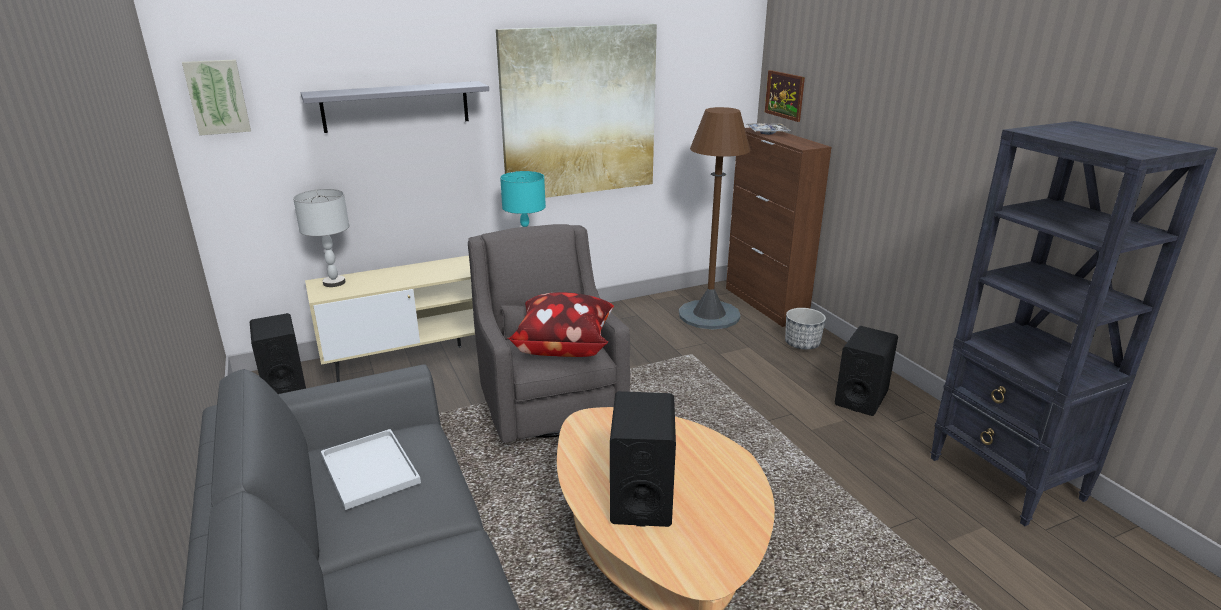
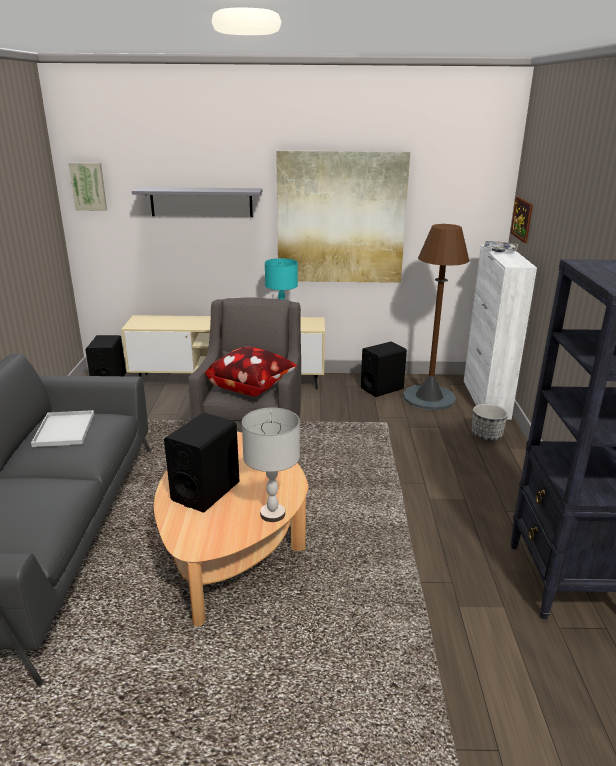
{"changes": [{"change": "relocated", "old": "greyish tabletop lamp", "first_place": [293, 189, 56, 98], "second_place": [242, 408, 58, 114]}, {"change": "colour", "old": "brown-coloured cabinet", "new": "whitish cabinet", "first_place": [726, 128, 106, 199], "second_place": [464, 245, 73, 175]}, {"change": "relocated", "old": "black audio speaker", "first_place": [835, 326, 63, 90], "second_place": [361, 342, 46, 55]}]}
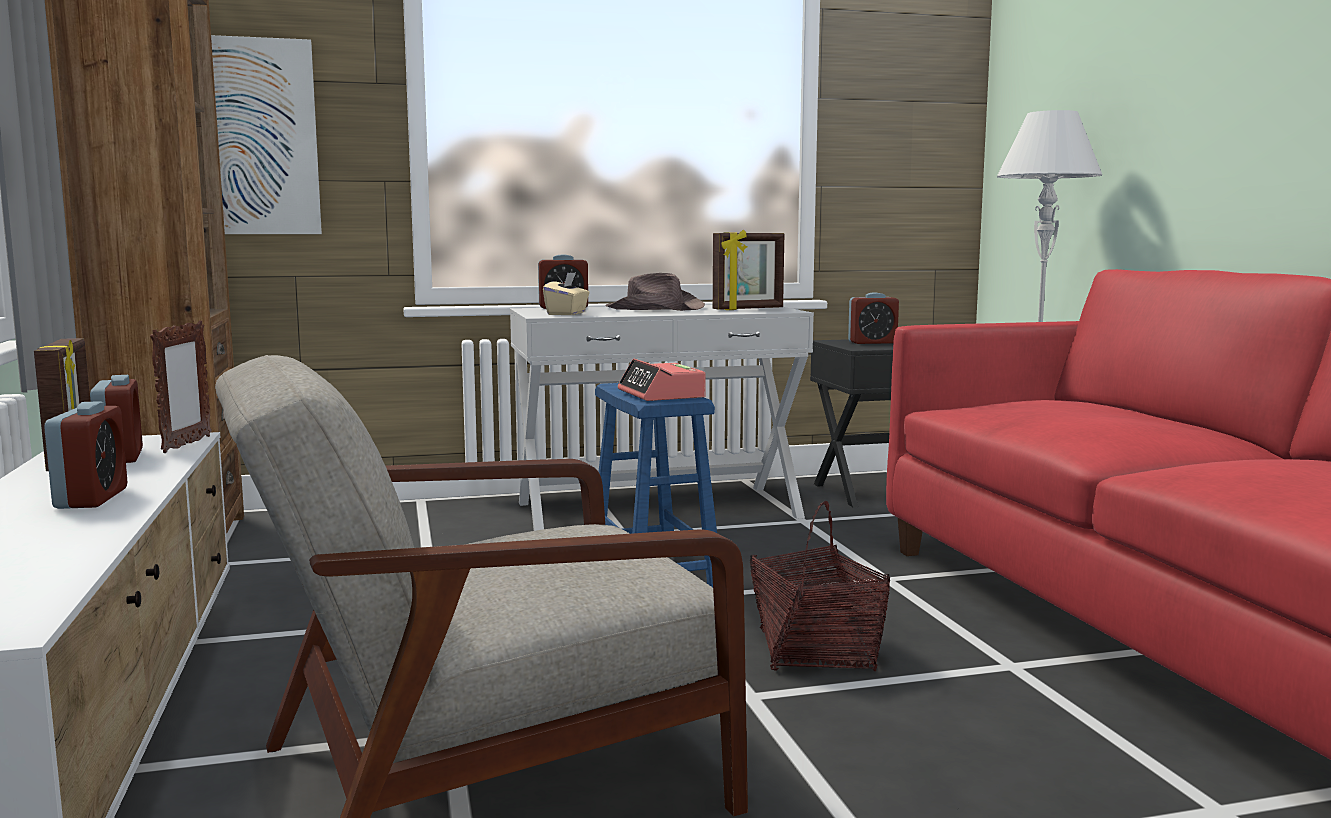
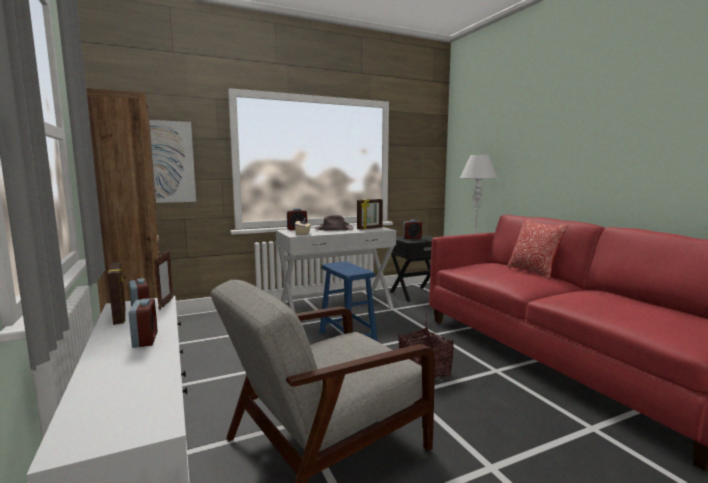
{"changes": [{"change": "missing", "old": "table clock", "first_place": [618, 359, 88, 42]}, {"change": "appeared", "new": "cushion", "second_place": [507, 219, 61, 61]}]}
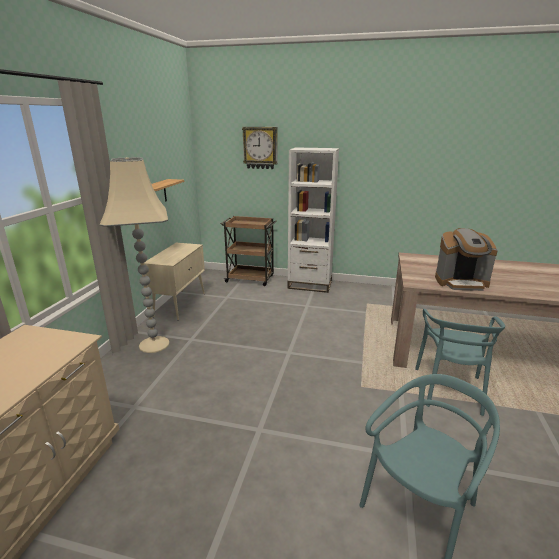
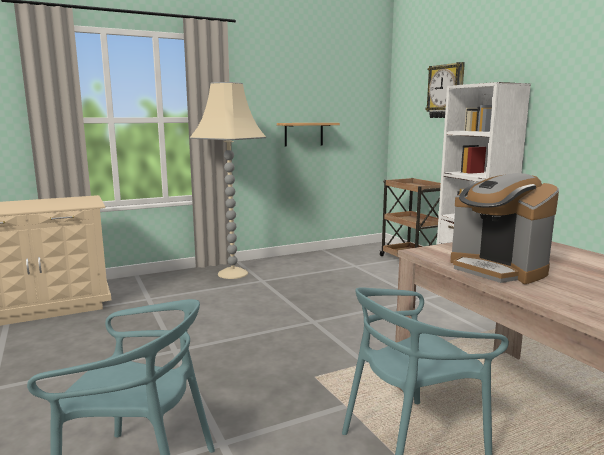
{"changes": [{"change": "missing", "old": "beige-coloured cabinet", "first_place": [144, 243, 61, 77]}]}
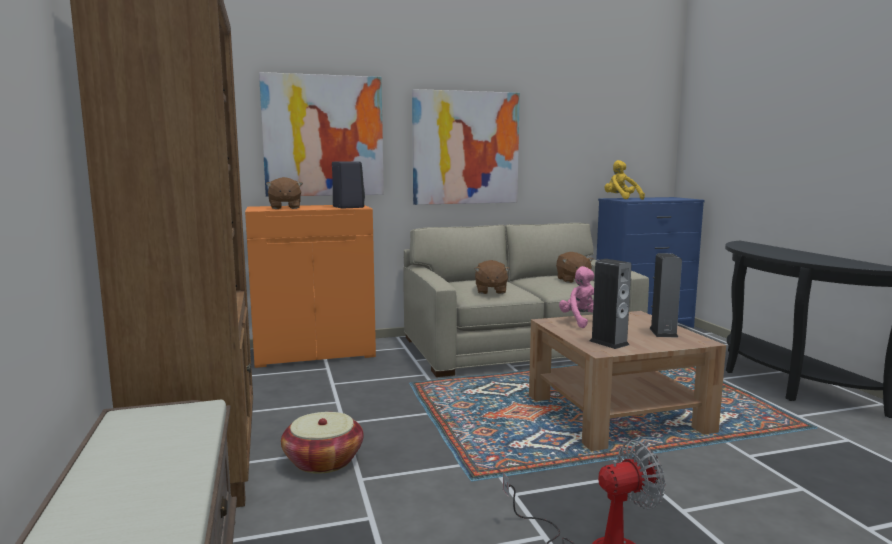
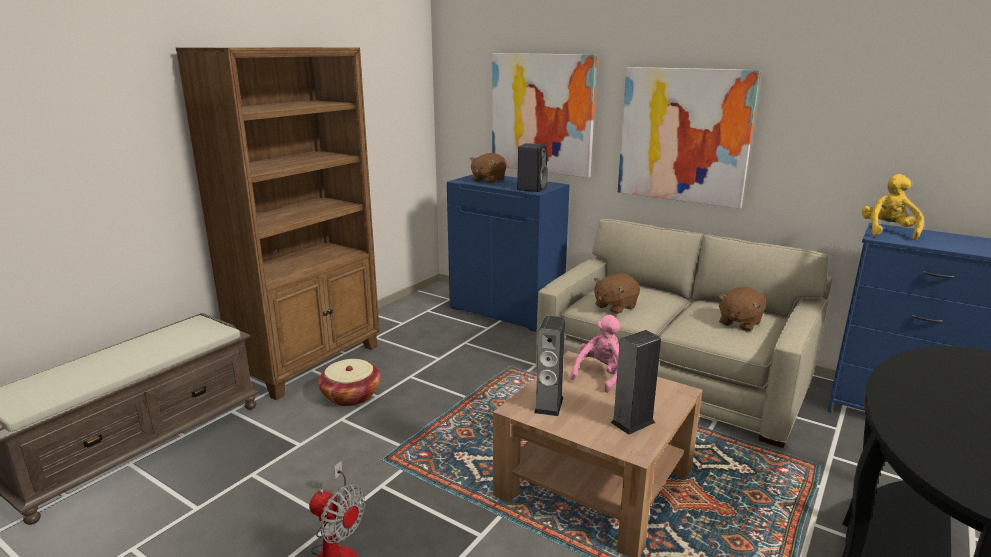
{"changes": [{"change": "colour", "old": "orange-coloured cabinet", "new": "blue cabinet", "first_place": [245, 205, 131, 163], "second_place": [447, 174, 123, 158]}]}
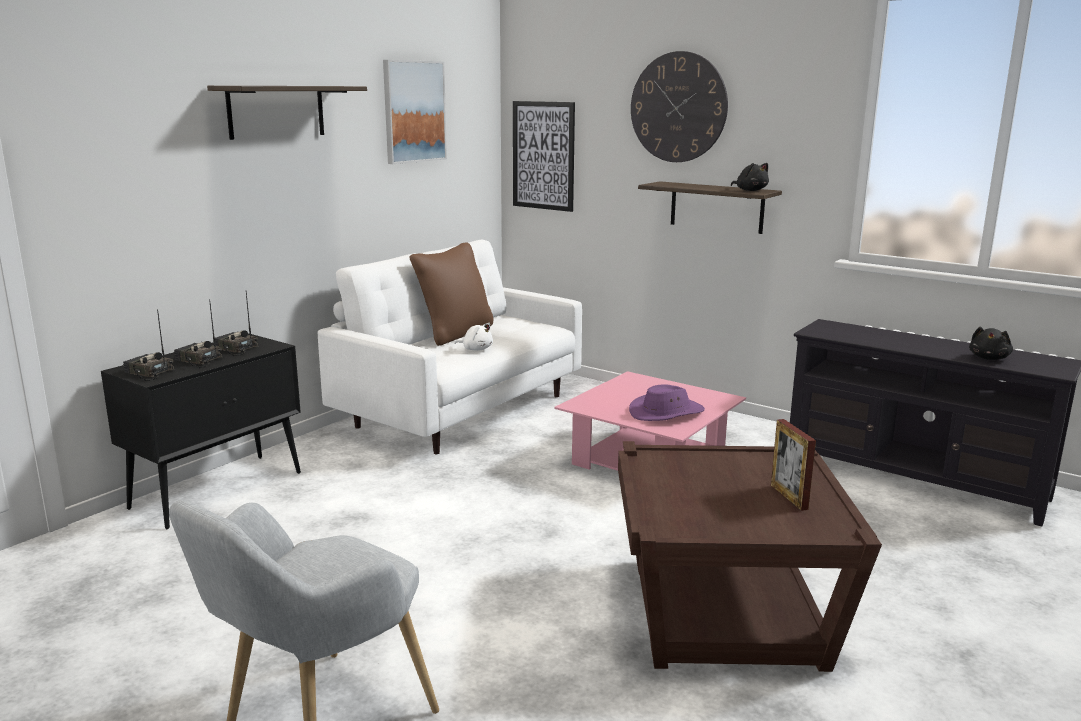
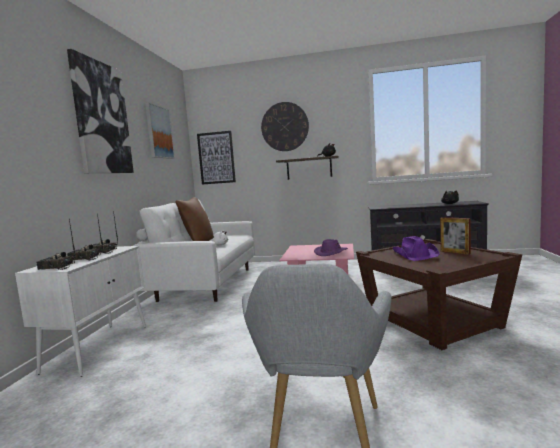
{"changes": [{"change": "colour", "old": "black cabinet", "new": "whitish cabinet", "first_place": [101, 333, 200, 196], "second_place": [15, 246, 131, 131]}, {"change": "exchanged", "old": "shelf", "new": "picture", "first_place": [207, 86, 160, 54], "second_place": [67, 49, 67, 124]}, {"change": "appeared", "new": "purple clothing hat", "second_place": [392, 236, 48, 25]}]}
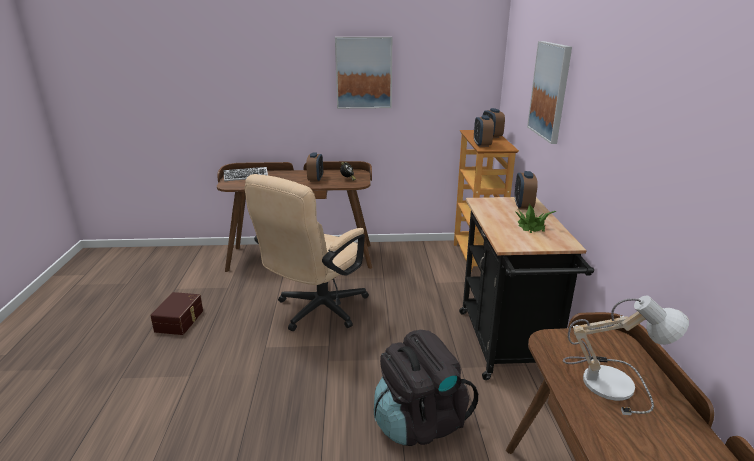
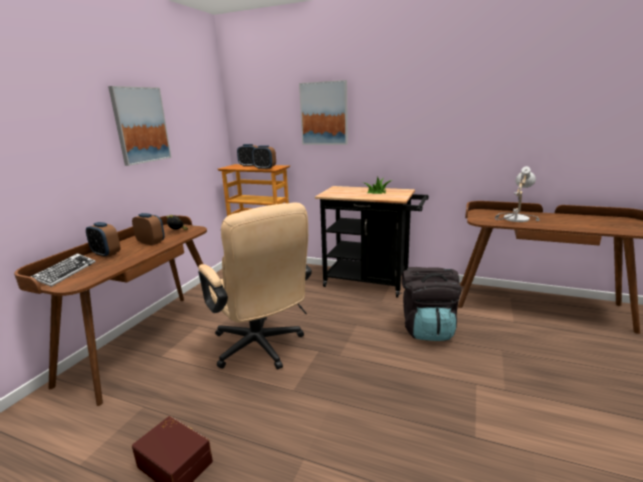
{"changes": [{"change": "relocated", "old": "table clock", "first_place": [514, 171, 24, 39], "second_place": [86, 222, 34, 36]}]}
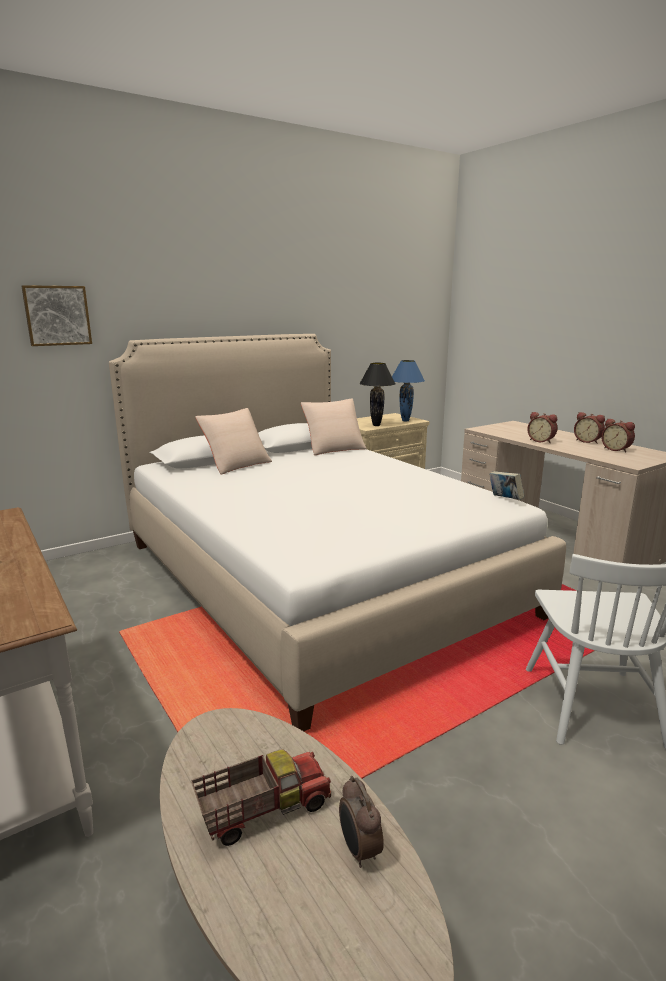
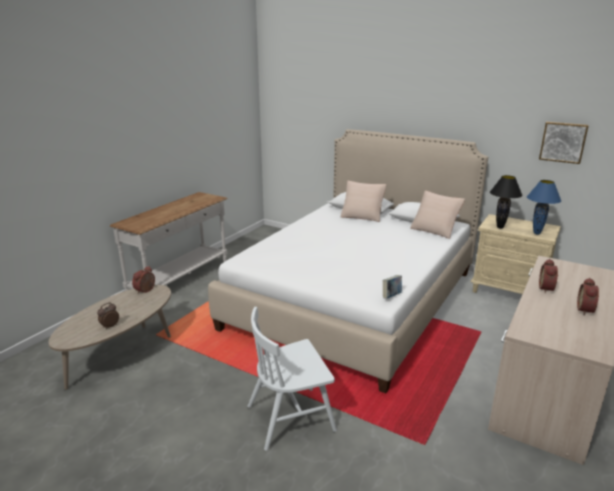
{"changes": [{"change": "relocated", "old": "picture", "first_place": [21, 285, 71, 61], "second_place": [539, 122, 50, 42]}, {"change": "missing", "old": "model truck", "first_place": [191, 749, 140, 97]}, {"change": "relocated", "old": "table clock", "first_place": [601, 418, 34, 34], "second_place": [132, 266, 23, 28]}]}
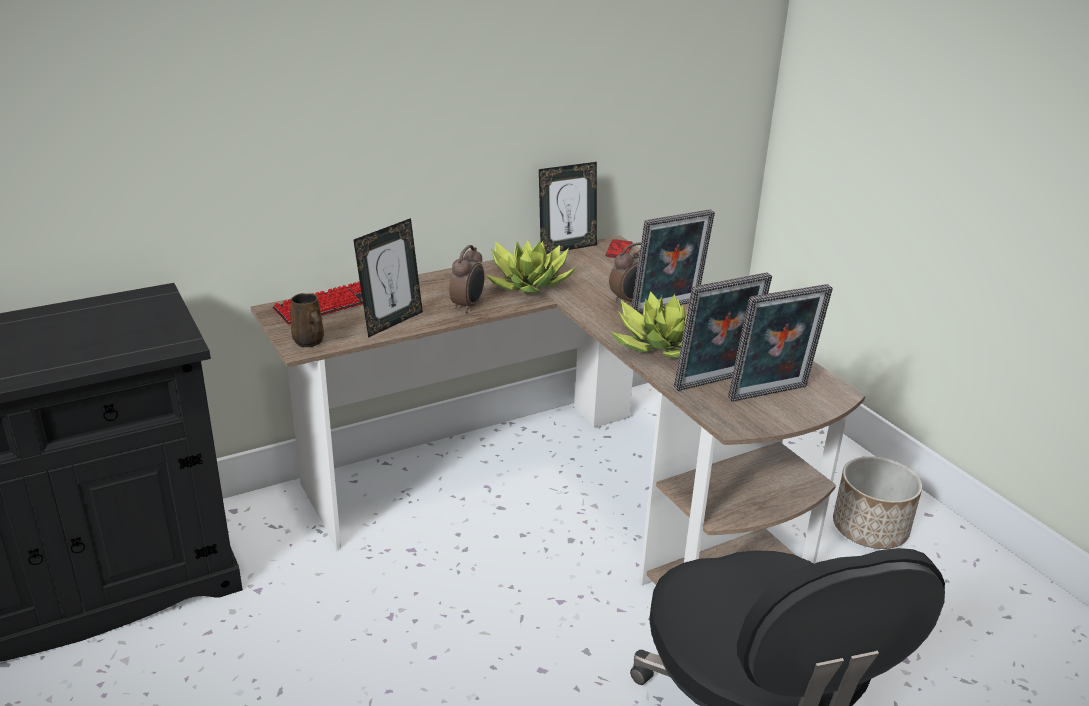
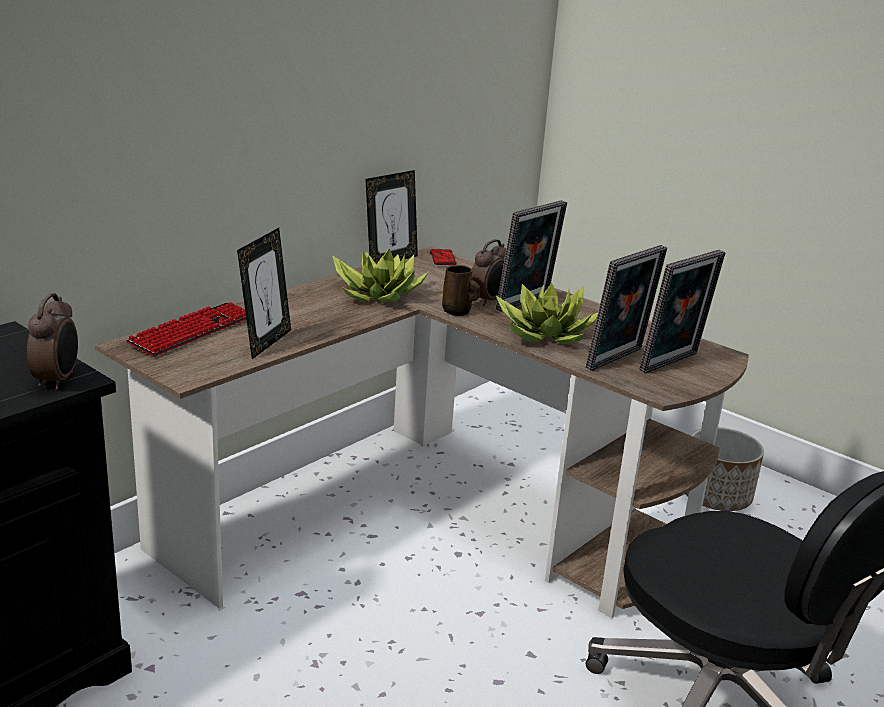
{"changes": [{"change": "relocated", "old": "brown-coloured mug", "first_place": [290, 293, 34, 54], "second_place": [442, 265, 38, 51]}, {"change": "relocated", "old": "table clock", "first_place": [449, 245, 35, 68], "second_place": [27, 293, 51, 97]}]}
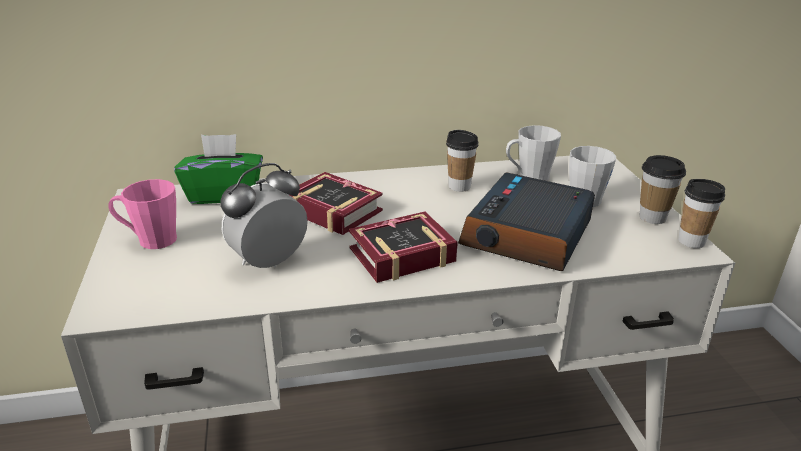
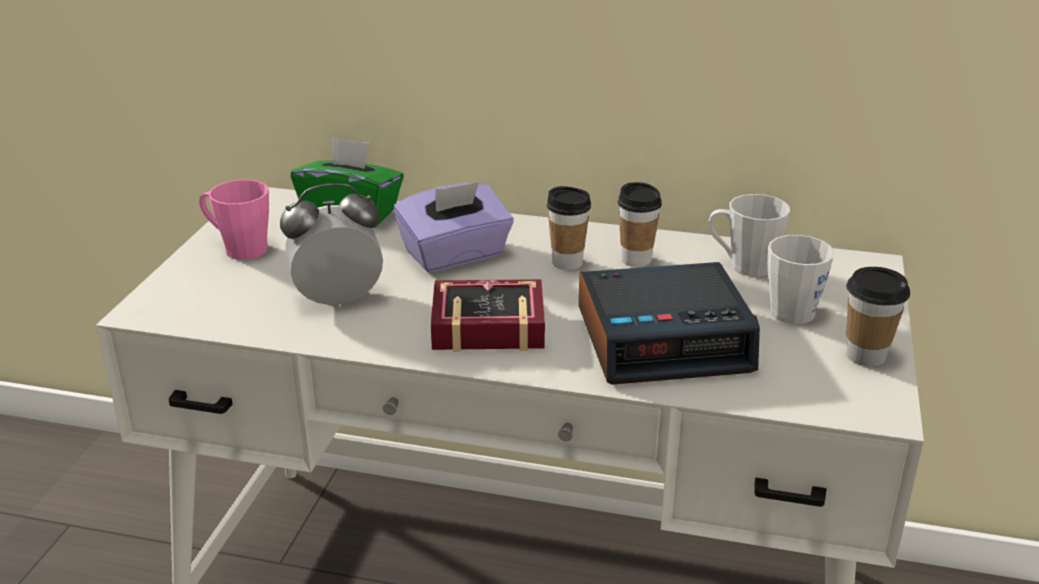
{"changes": [{"change": "exchanged", "old": "bound book", "new": "purple tissue box", "first_place": [290, 172, 93, 63], "second_place": [394, 182, 120, 90]}, {"change": "spun", "old": "table clock", "first_place": [458, 172, 137, 99], "second_place": [579, 262, 181, 123], "degrees": -150}, {"change": "relocated", "old": "cup", "first_place": [678, 179, 47, 69], "second_place": [547, 186, 44, 84]}]}
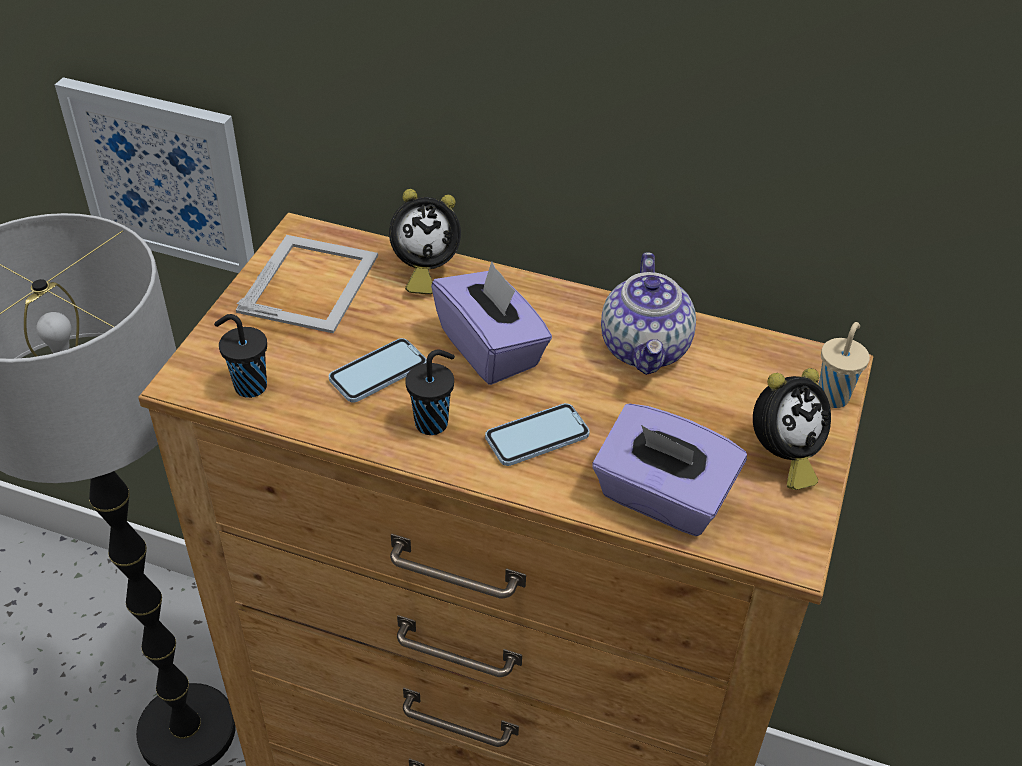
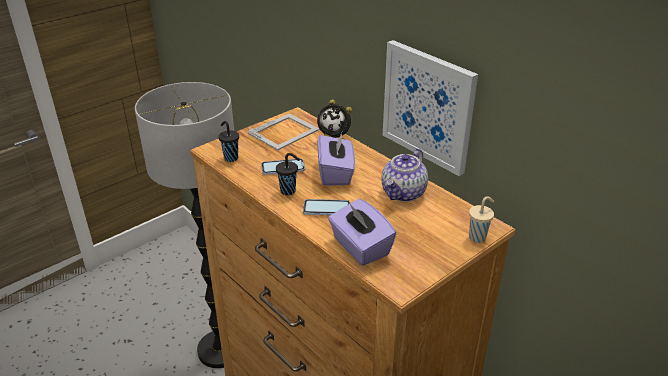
{"changes": [{"change": "relocated", "old": "picture", "first_place": [55, 77, 199, 196], "second_place": [383, 40, 95, 136]}, {"change": "missing", "old": "table clock", "first_place": [753, 368, 78, 122]}]}
